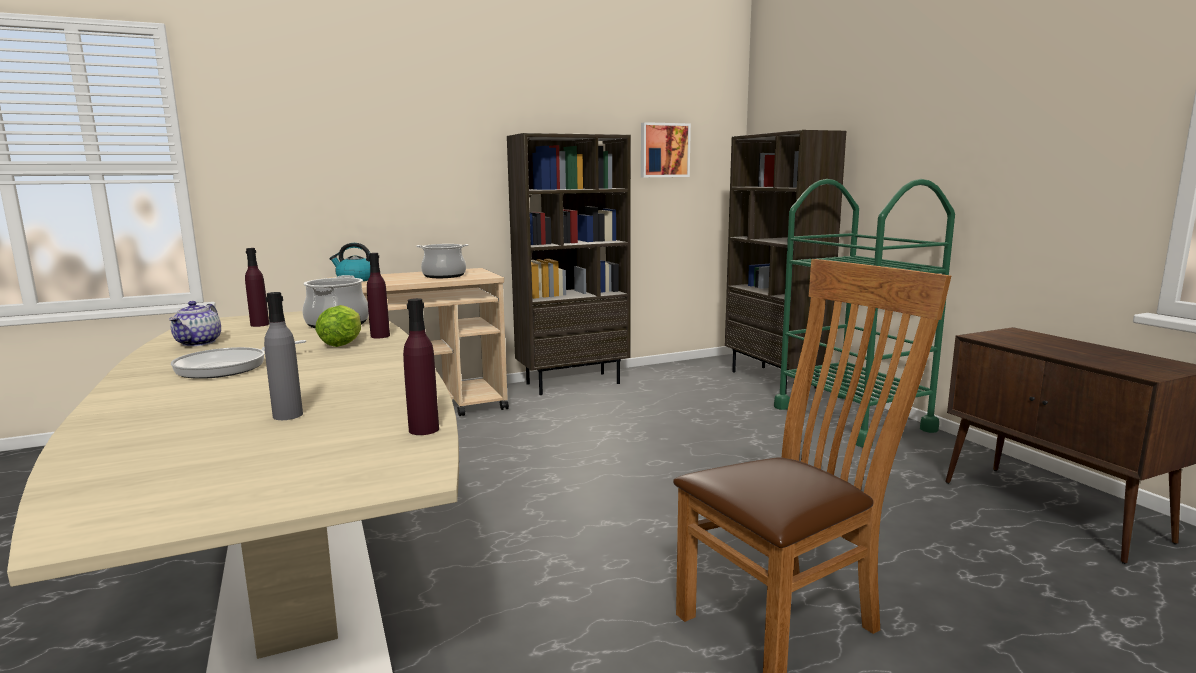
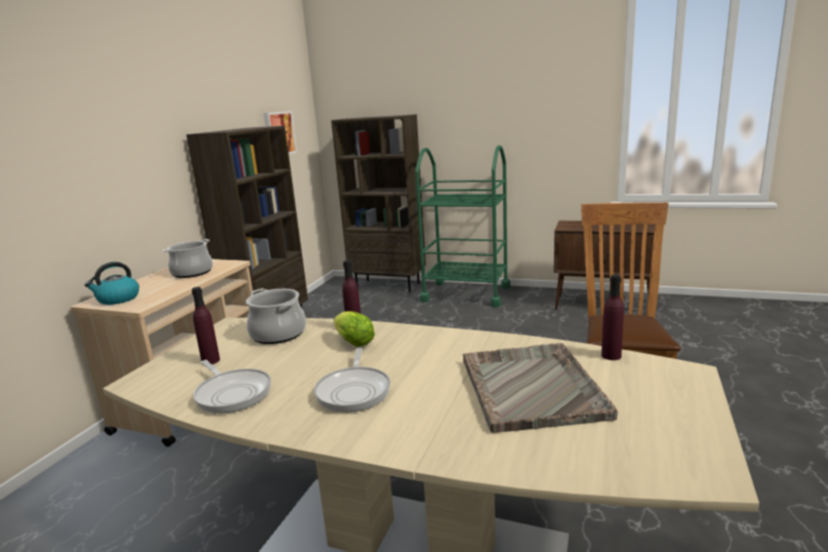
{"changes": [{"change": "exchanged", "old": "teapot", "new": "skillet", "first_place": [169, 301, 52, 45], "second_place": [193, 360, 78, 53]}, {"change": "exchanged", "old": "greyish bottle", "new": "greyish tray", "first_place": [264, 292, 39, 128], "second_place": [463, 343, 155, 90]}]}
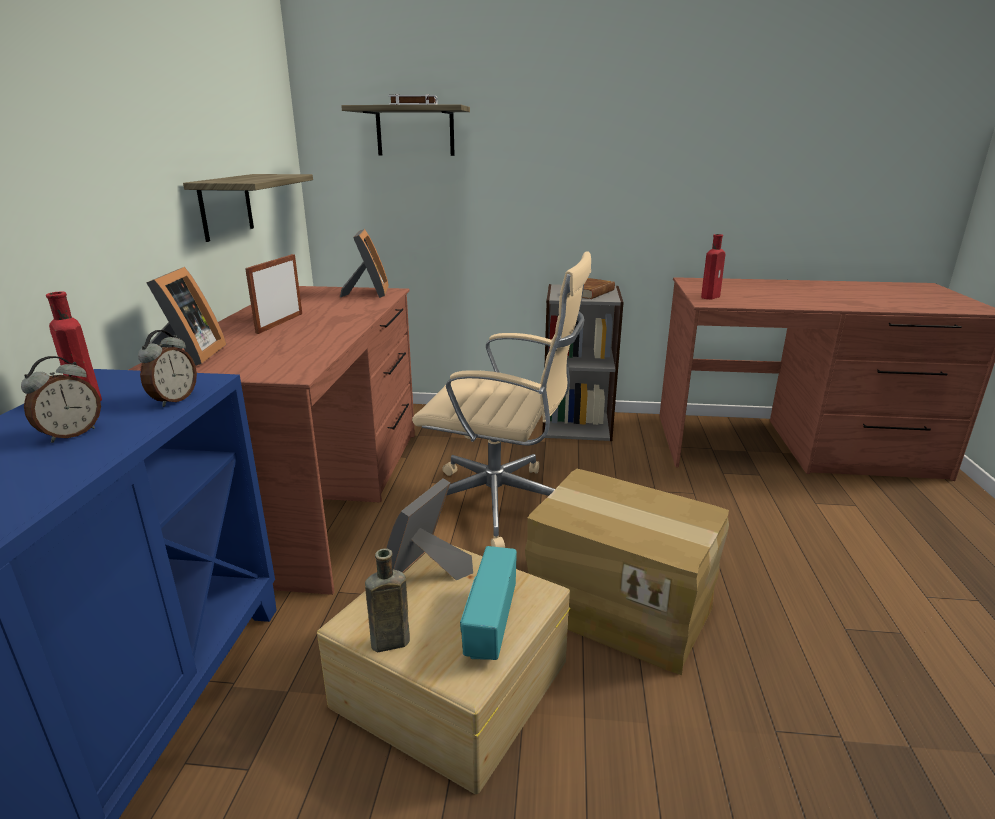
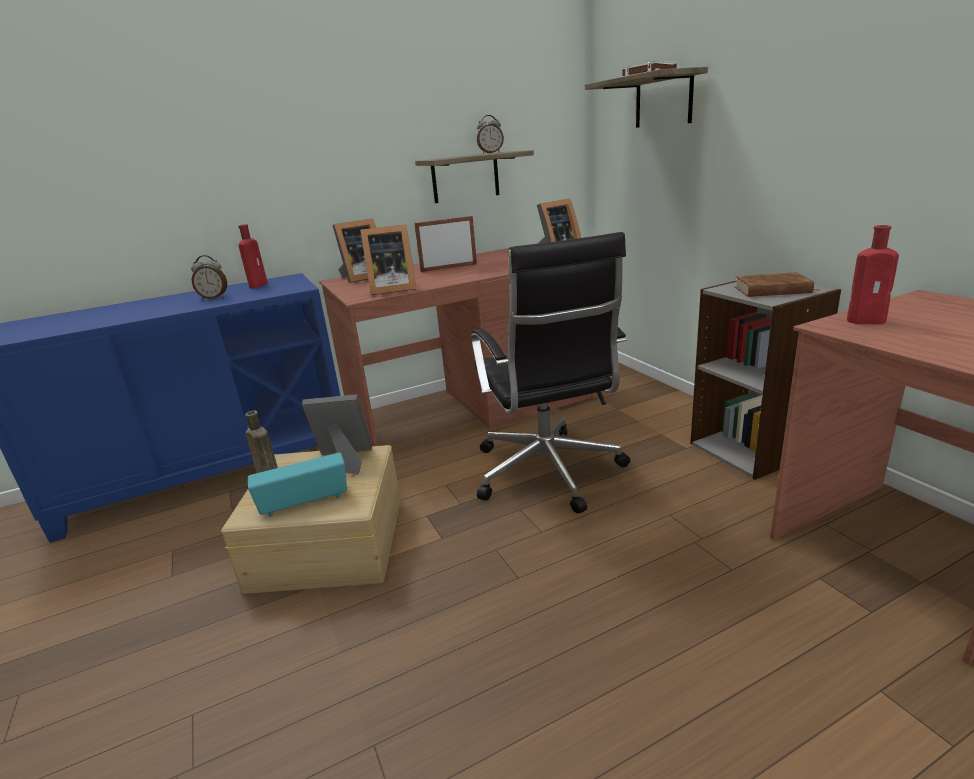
{"changes": [{"change": "relocated", "old": "table clock", "first_place": [138, 330, 59, 77], "second_place": [477, 115, 27, 39]}, {"change": "colour", "old": "beige-coloured computer chair", "new": "black computer chair", "first_place": [412, 251, 179, 297], "second_place": [471, 232, 160, 281]}, {"change": "missing", "old": "packing box", "first_place": [525, 469, 204, 206]}, {"change": "appeared", "new": "picture frame", "second_place": [360, 224, 56, 71]}]}
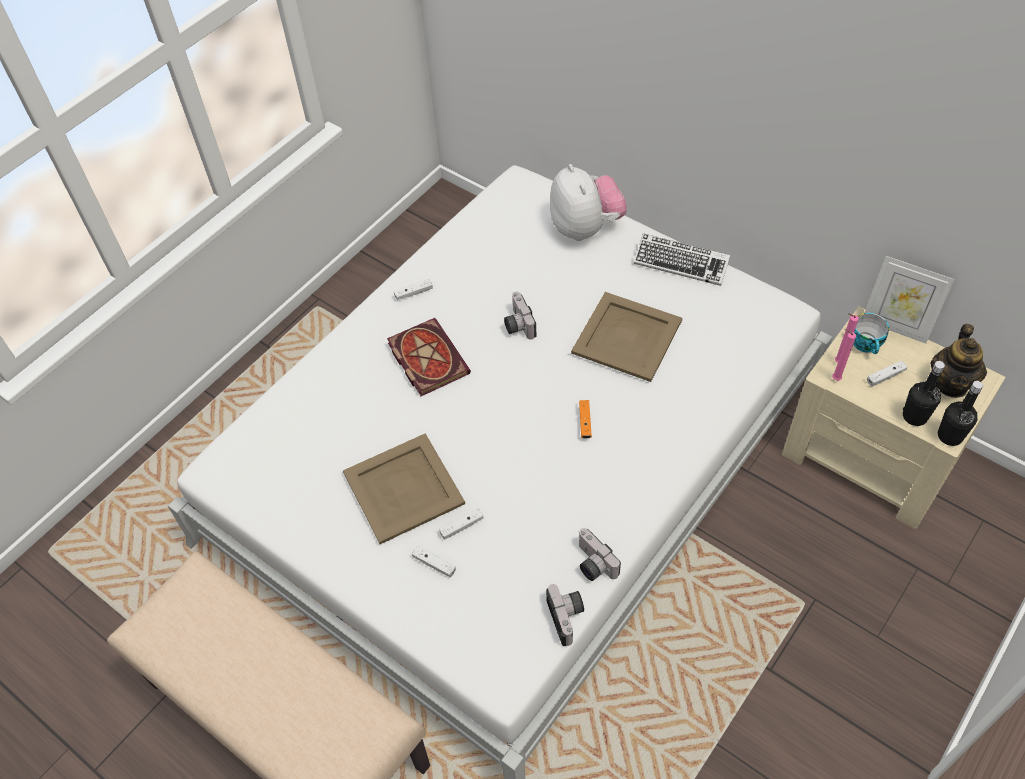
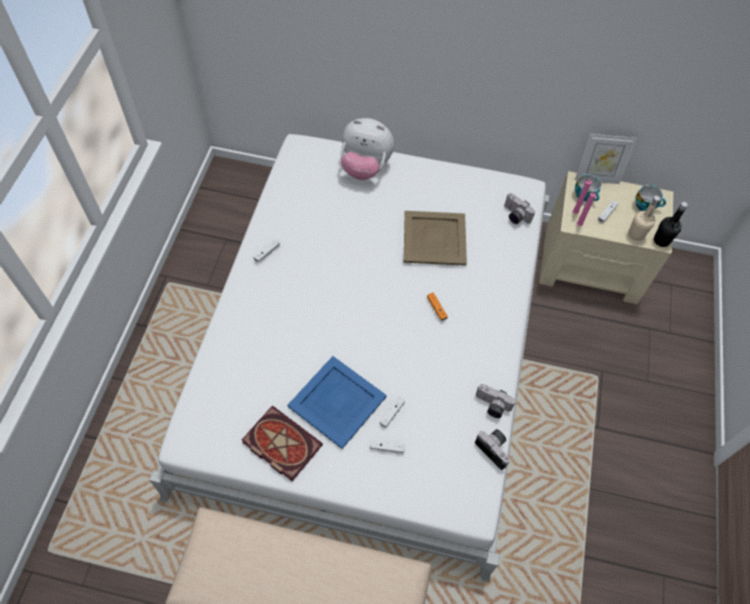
{"changes": [{"change": "colour", "old": "beige-coloured tray", "new": "blue tray", "first_place": [343, 433, 122, 111], "second_place": [287, 356, 100, 93]}, {"change": "relocated", "old": "bound book", "first_place": [387, 318, 84, 78], "second_place": [242, 406, 81, 75]}, {"change": "relocated", "old": "still camera", "first_place": [504, 292, 32, 47], "second_place": [504, 193, 31, 31]}, {"change": "spun", "old": "plush toy", "first_place": [550, 164, 77, 77], "second_place": [340, 118, 54, 62], "degrees": 150}, {"change": "missing", "old": "computer keyboard", "first_place": [634, 233, 96, 53]}, {"change": "colour", "old": "black bottle", "new": "beige-coloured bottle", "first_place": [903, 361, 42, 65], "second_place": [628, 196, 33, 45]}, {"change": "exchanged", "old": "teapot", "new": "cup", "first_place": [931, 324, 56, 74], "second_place": [636, 185, 30, 26]}]}
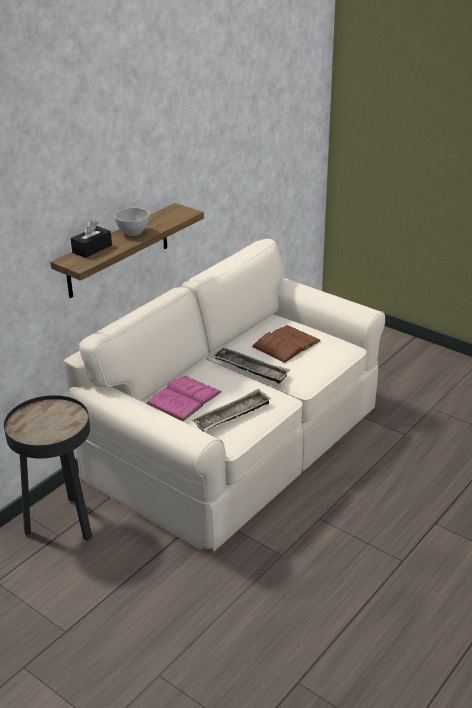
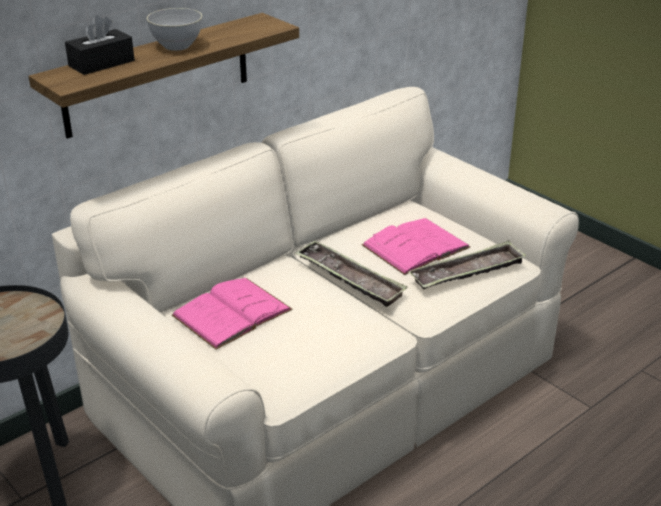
{"changes": [{"change": "relocated", "old": "tray", "first_place": [192, 389, 80, 43], "second_place": [408, 240, 118, 49]}, {"change": "colour", "old": "brown-coloured bound book", "new": "pink bound book", "first_place": [252, 325, 69, 38], "second_place": [362, 218, 108, 57]}]}
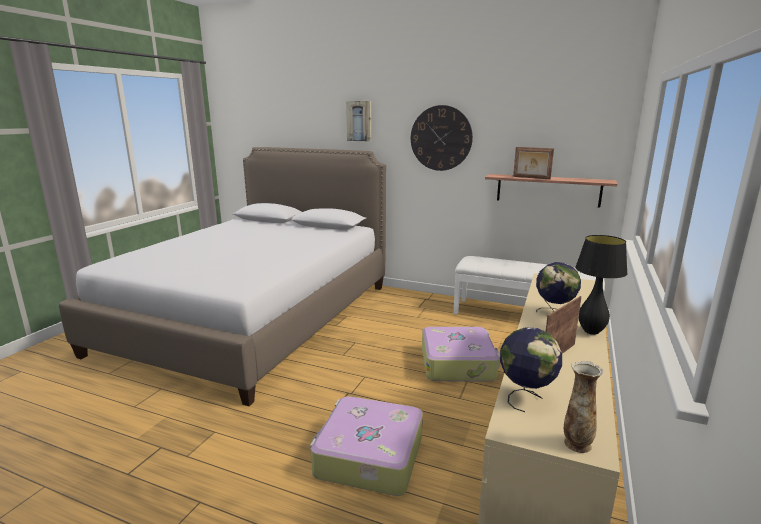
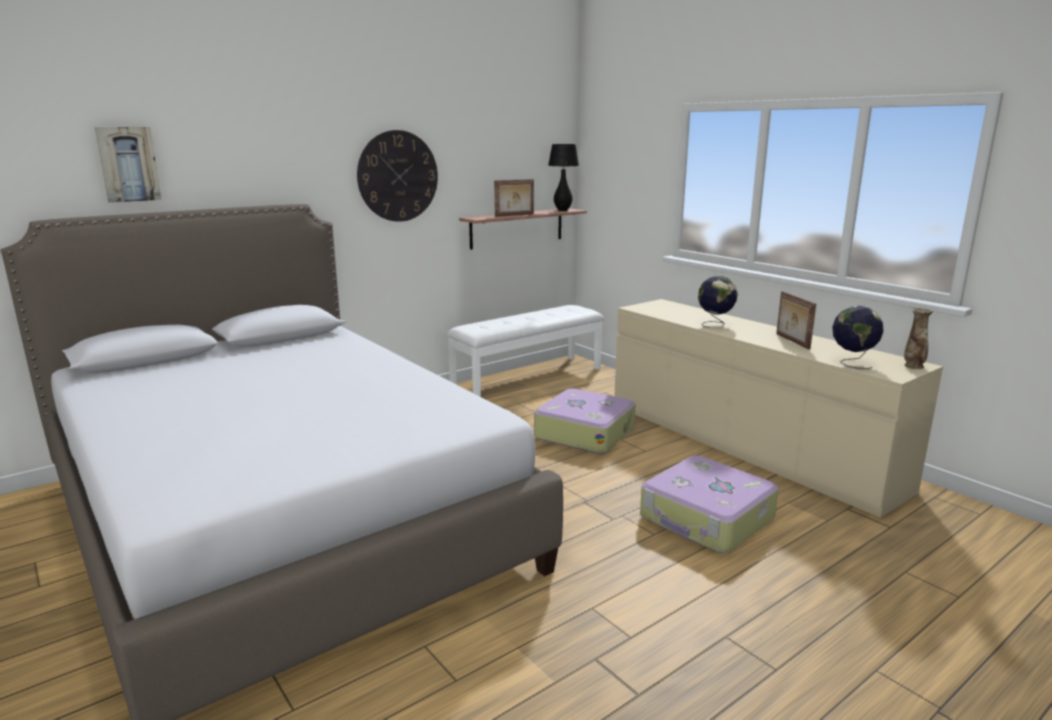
{"changes": [{"change": "relocated", "old": "picture", "first_place": [346, 101, 25, 41], "second_place": [95, 127, 67, 76]}, {"change": "relocated", "old": "black tabletop lamp", "first_place": [575, 235, 53, 100], "second_place": [548, 144, 31, 67]}]}
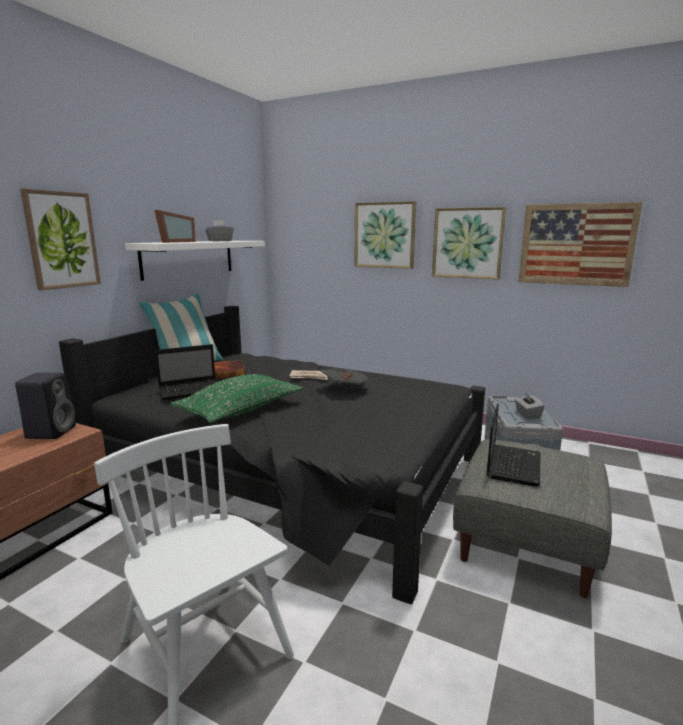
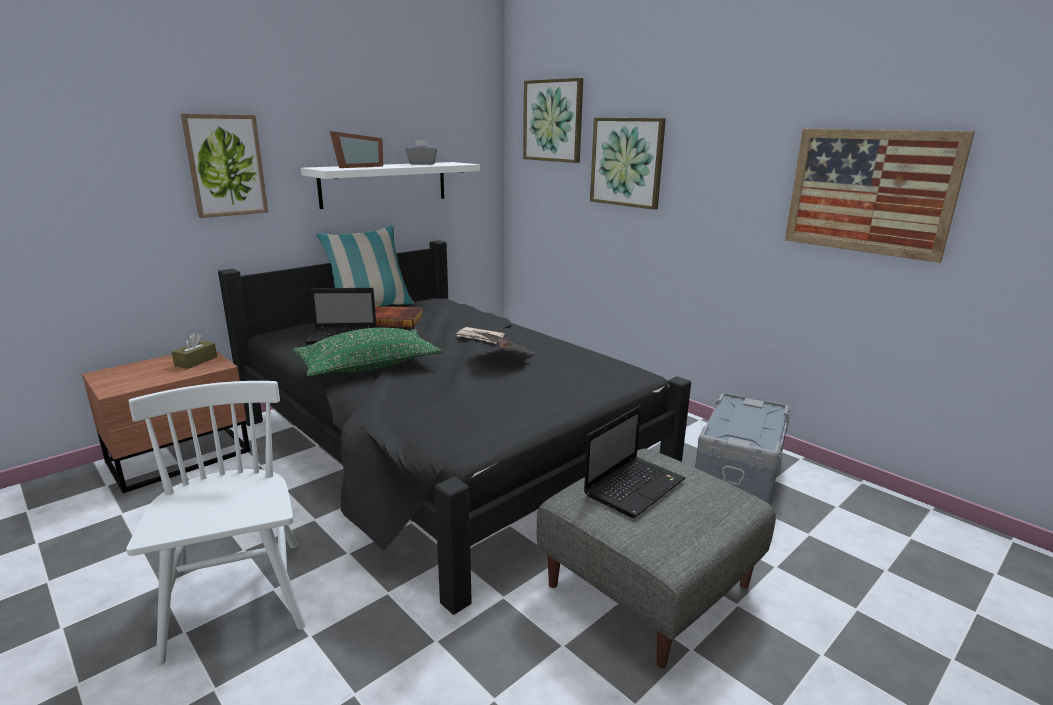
{"changes": [{"change": "exchanged", "old": "black audio speaker", "new": "brown-coloured tissue box", "first_place": [15, 373, 61, 66], "second_place": [172, 333, 45, 36]}, {"change": "relocated", "old": "picture", "first_place": [432, 207, 74, 72], "second_place": [523, 78, 60, 85]}, {"change": "missing", "old": "greyish tissue box", "first_place": [515, 392, 29, 27]}]}
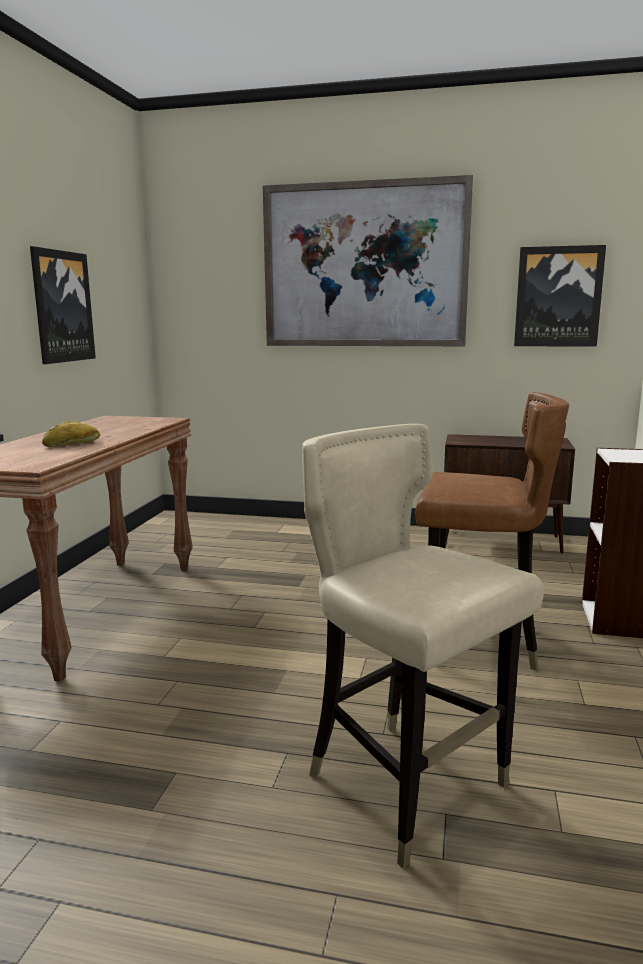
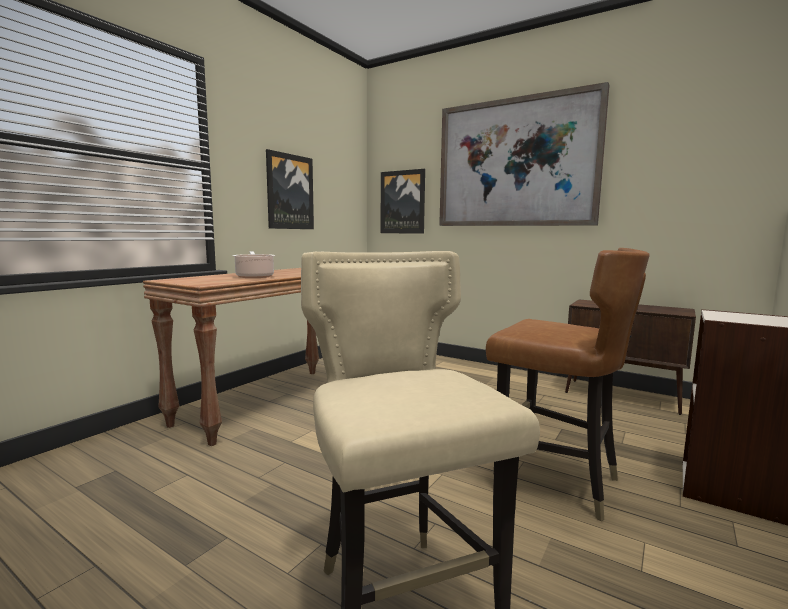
{"changes": [{"change": "exchanged", "old": "bakery bread", "new": "stockpot", "first_place": [42, 421, 58, 26], "second_place": [233, 251, 42, 27]}, {"change": "relocated", "old": "picture", "first_place": [514, 245, 92, 102], "second_place": [381, 169, 44, 65]}]}
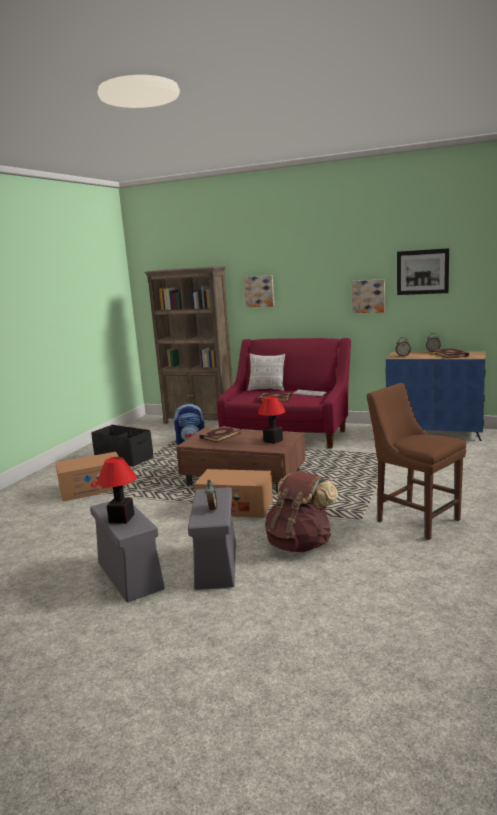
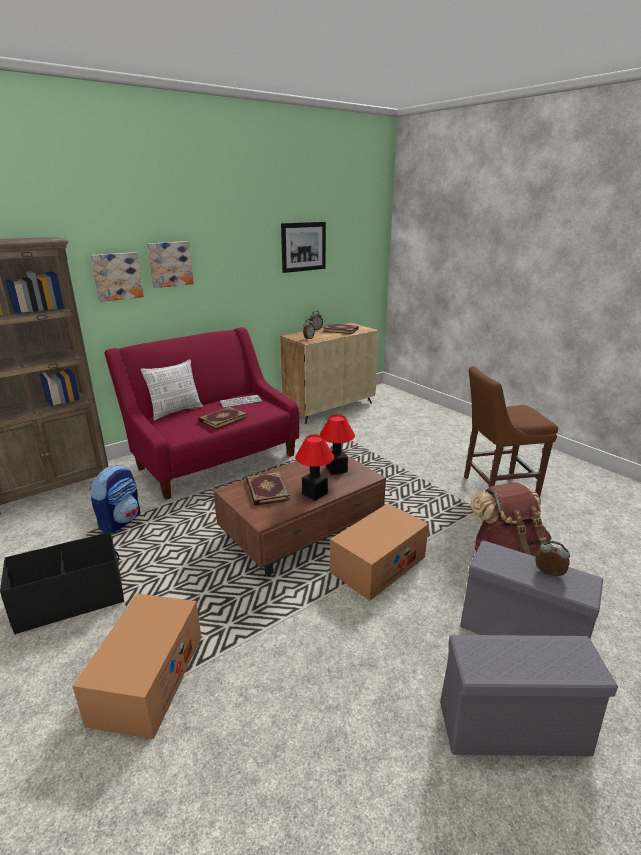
{"changes": [{"change": "relocated", "old": "tabletop lamp", "first_place": [97, 457, 40, 67], "second_place": [295, 435, 39, 66]}, {"change": "relocated", "old": "picture", "first_place": [352, 279, 33, 34], "second_place": [147, 241, 47, 47]}, {"change": "colour", "old": "blue cabinet", "new": "beige-coloured cabinet", "first_place": [386, 351, 99, 90], "second_place": [280, 323, 98, 101]}]}
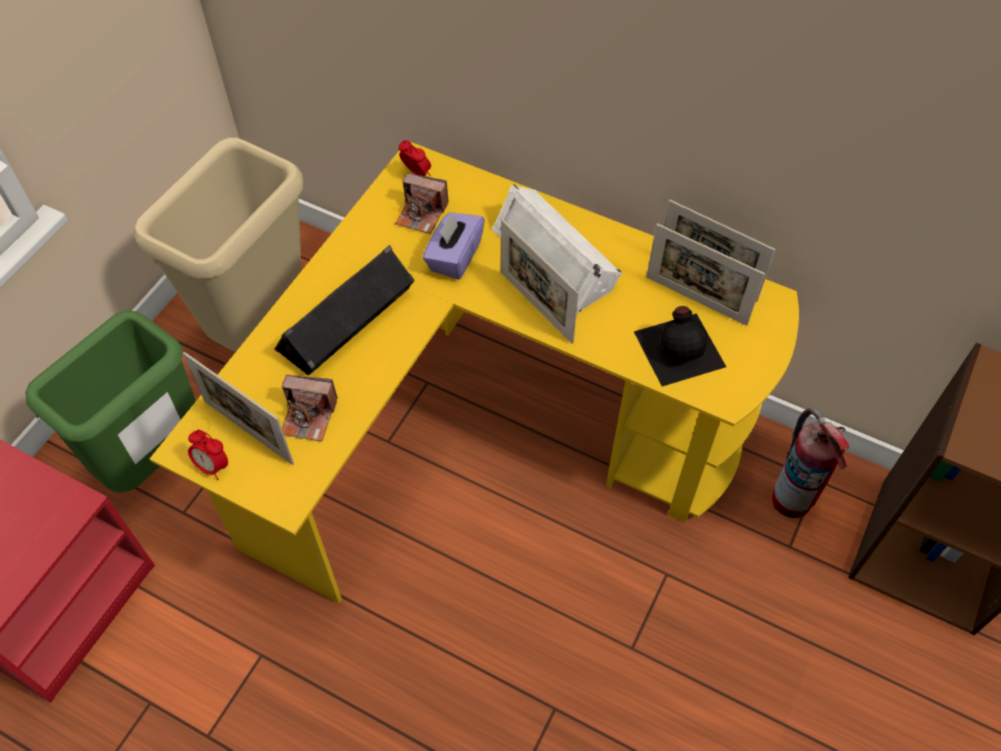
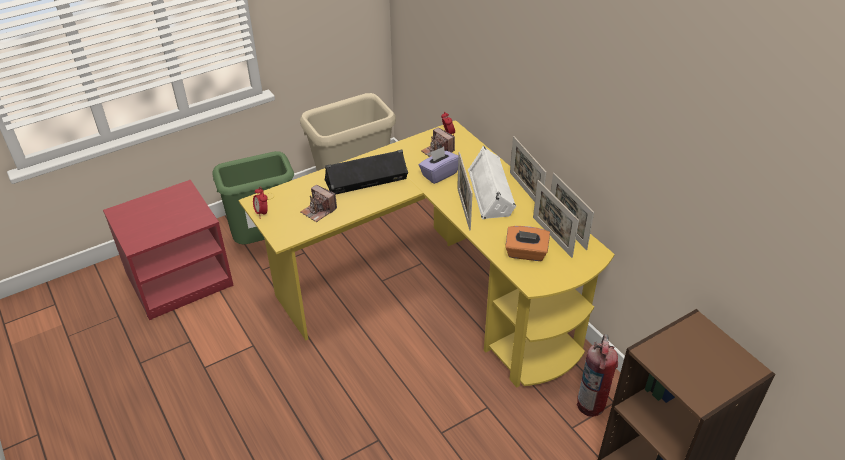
{"changes": [{"change": "relocated", "old": "picture frame", "first_place": [183, 352, 111, 113], "second_place": [510, 136, 36, 66]}, {"change": "exchanged", "old": "black bottle", "new": "orange-coloured tissue box", "first_place": [634, 306, 92, 80], "second_place": [505, 226, 45, 35]}]}
